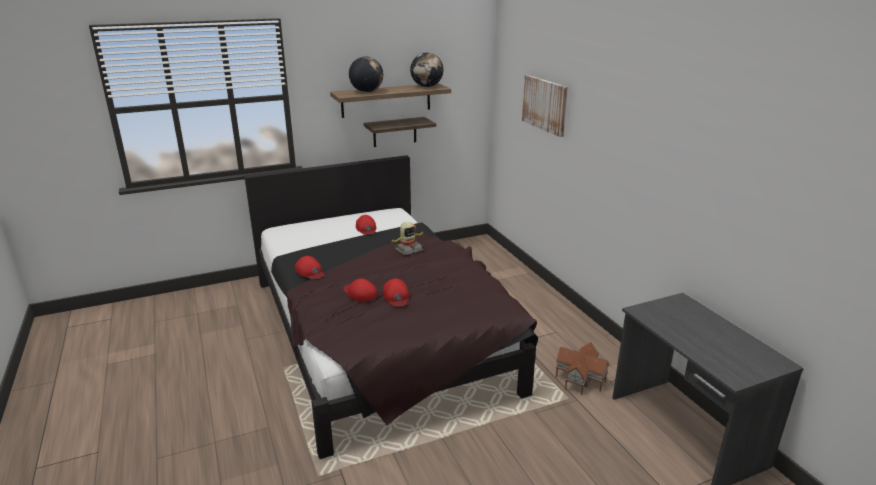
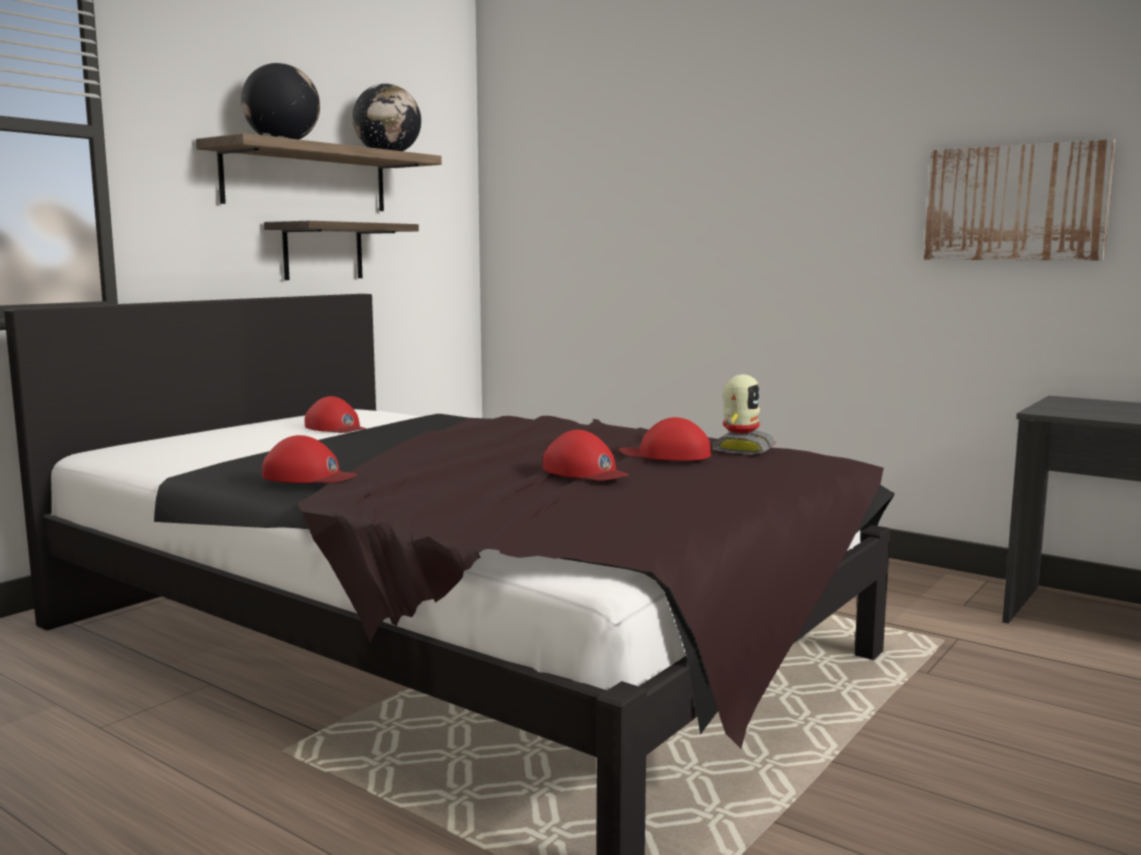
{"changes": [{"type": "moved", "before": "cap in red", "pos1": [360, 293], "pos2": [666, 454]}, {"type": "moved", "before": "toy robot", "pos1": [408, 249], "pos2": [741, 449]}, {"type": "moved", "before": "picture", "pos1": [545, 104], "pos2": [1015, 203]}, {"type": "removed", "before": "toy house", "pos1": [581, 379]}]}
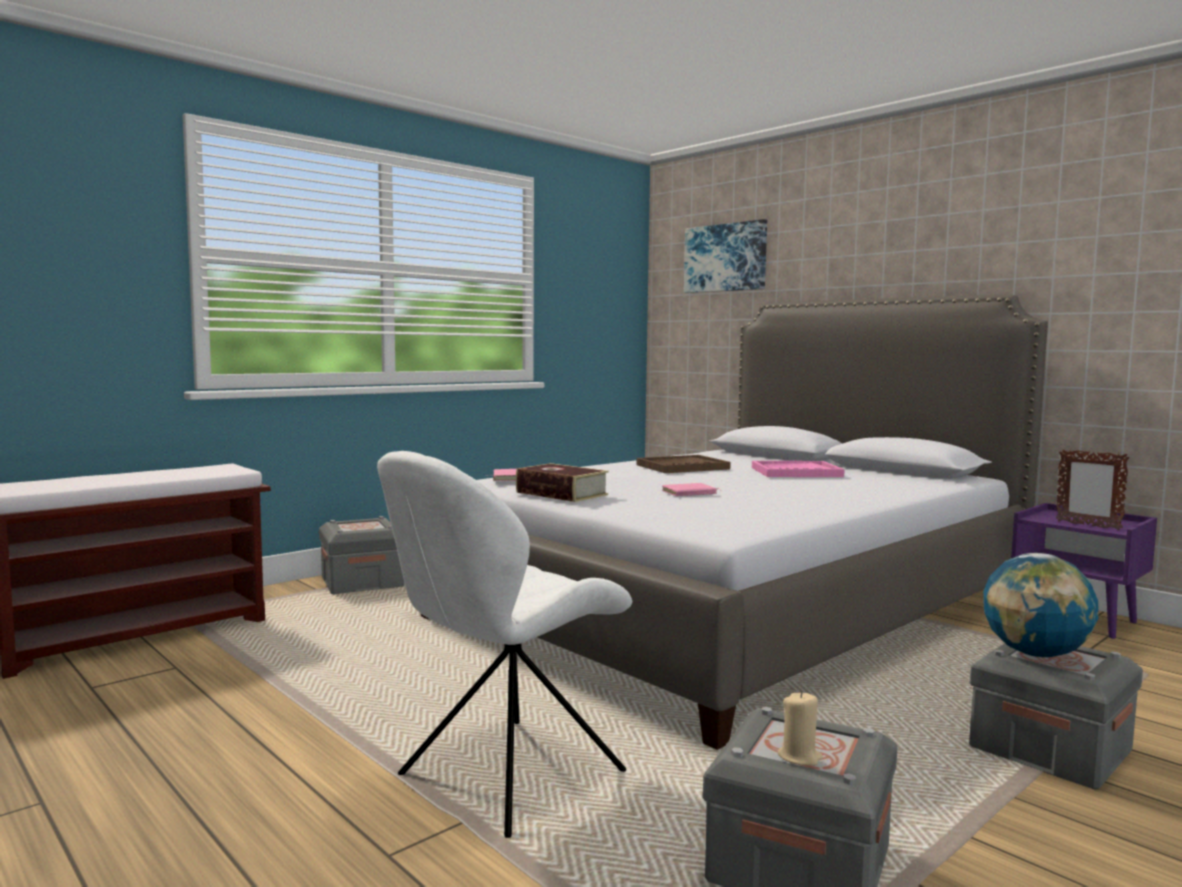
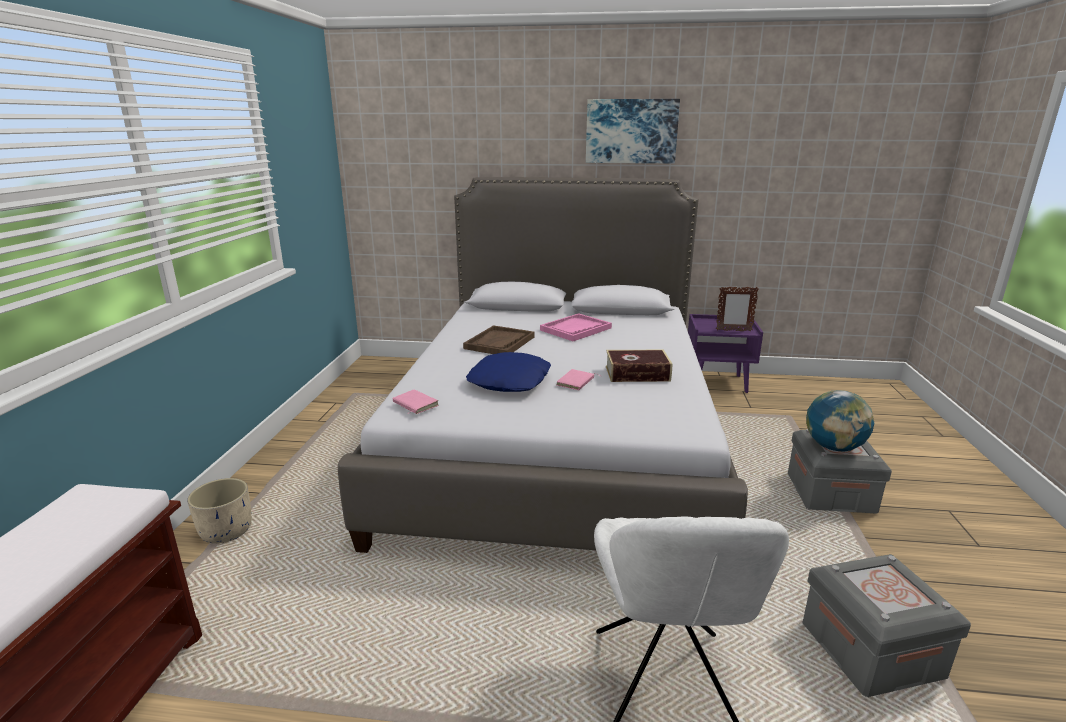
{"changes": [{"type": "replaced", "before": "storage box in grey", "after": "planter in beige", "pos1": [362, 582], "pos2": [227, 531]}, {"type": "moved", "before": "book", "pos1": [561, 493], "pos2": [637, 374]}, {"type": "moved", "before": "picture", "pos1": [725, 258], "pos2": [631, 131]}, {"type": "removed", "before": "candle in beige", "pos1": [799, 757]}, {"type": "added", "after": "pillow in blue", "pos2": [510, 381]}]}
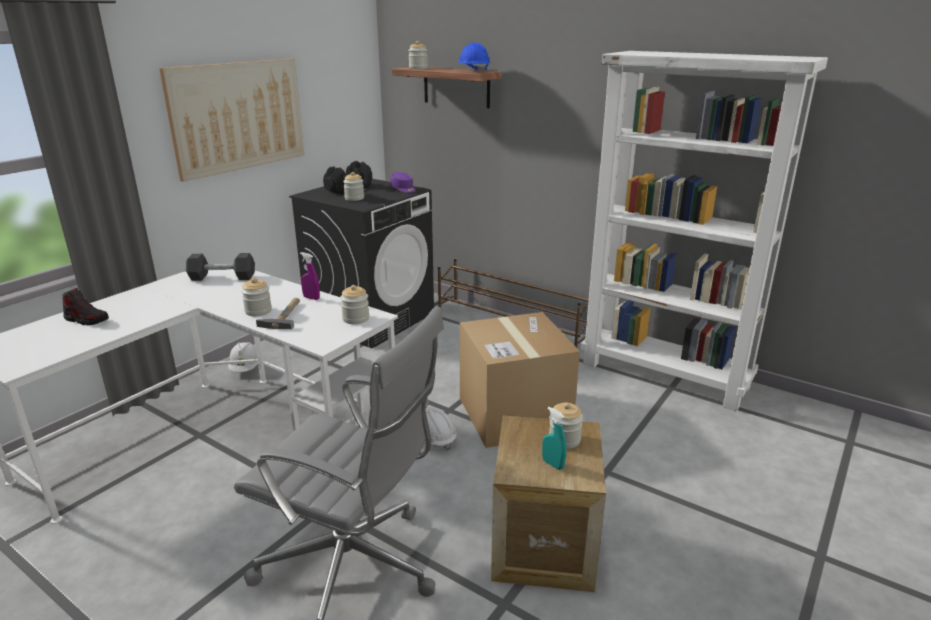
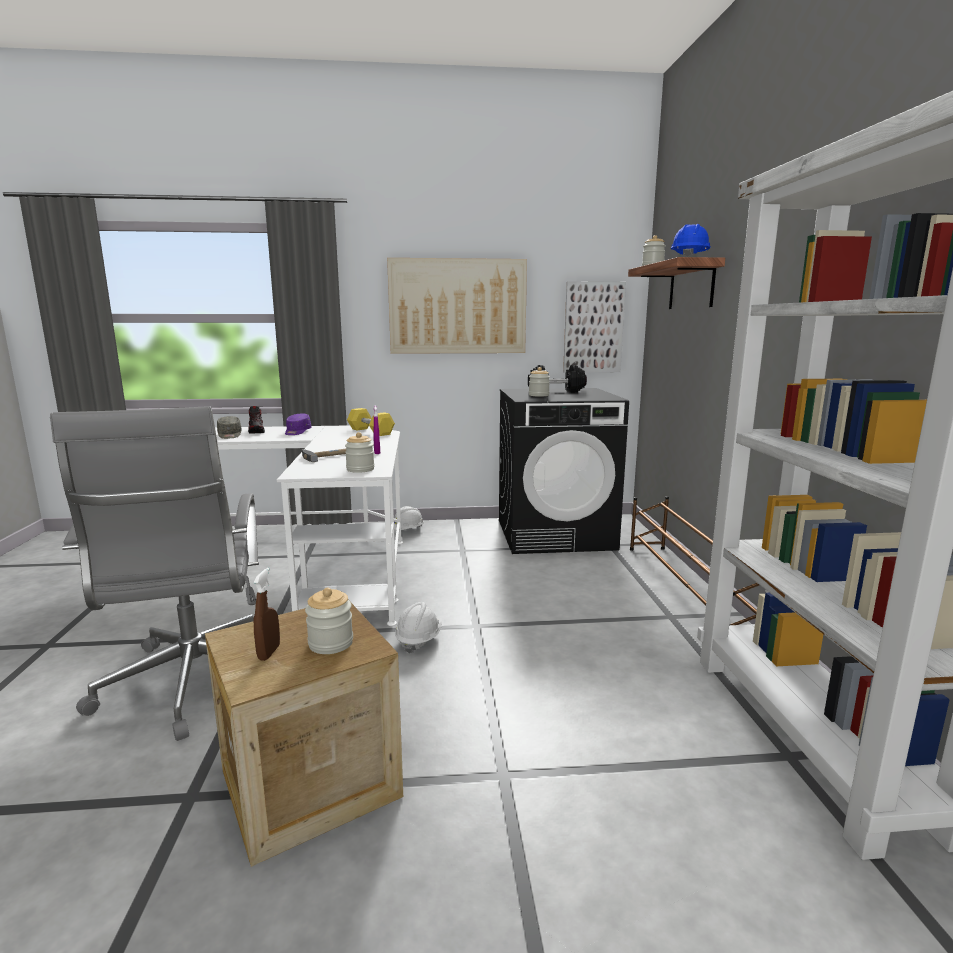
{"changes": [{"type": "recoloured", "before": "dumbbell in grey", "after": "dumbbell in yellow", "pos1": [222, 277], "pos2": [370, 431]}, {"type": "removed", "before": "jar", "pos1": [258, 311]}, {"type": "moved", "before": "cap in purple", "pos1": [403, 189], "pos2": [297, 432]}, {"type": "removed", "before": "cardboard box", "pos1": [514, 414]}, {"type": "recoloured", "before": "spray bottle in turquoise", "after": "spray bottle in brown", "pos1": [553, 464], "pos2": [269, 652]}, {"type": "added", "after": "cap in grey", "pos2": [229, 435]}, {"type": "added", "after": "picture", "pos2": [593, 327]}]}
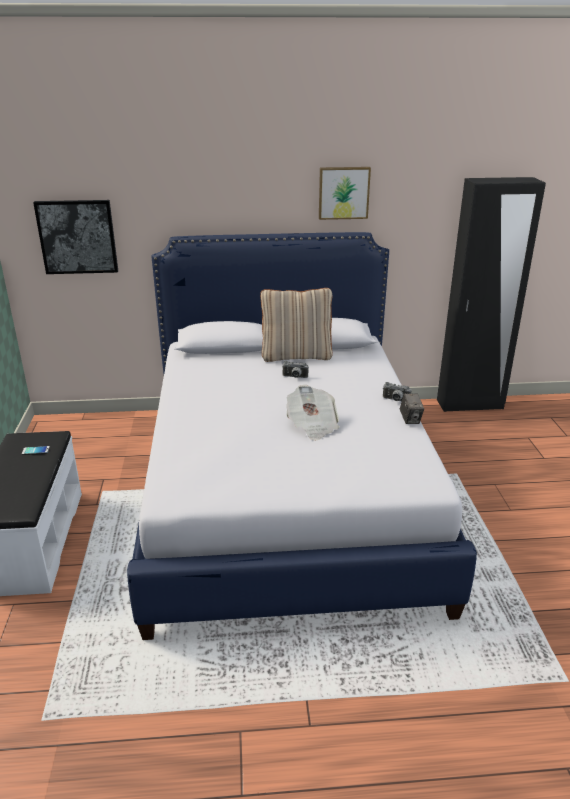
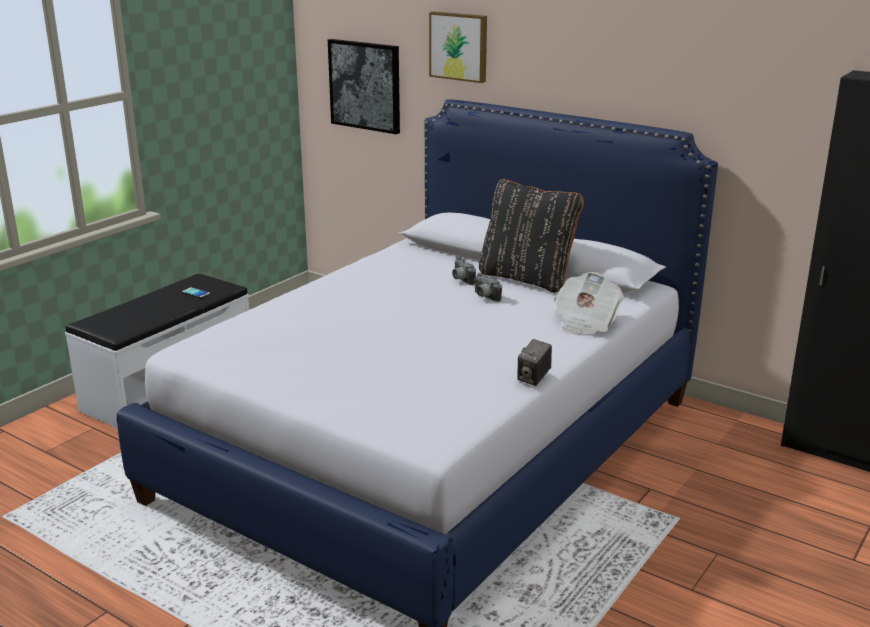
{"changes": [{"type": "recoloured", "before": "pillow in beige", "after": "pillow in black", "pos1": [296, 356], "pos2": [527, 278]}, {"type": "moved", "before": "newspaper", "pos1": [312, 425], "pos2": [585, 322]}, {"type": "moved", "before": "picture", "pos1": [343, 192], "pos2": [459, 46]}, {"type": "moved", "before": "photo camera", "pos1": [395, 400], "pos2": [461, 280]}]}
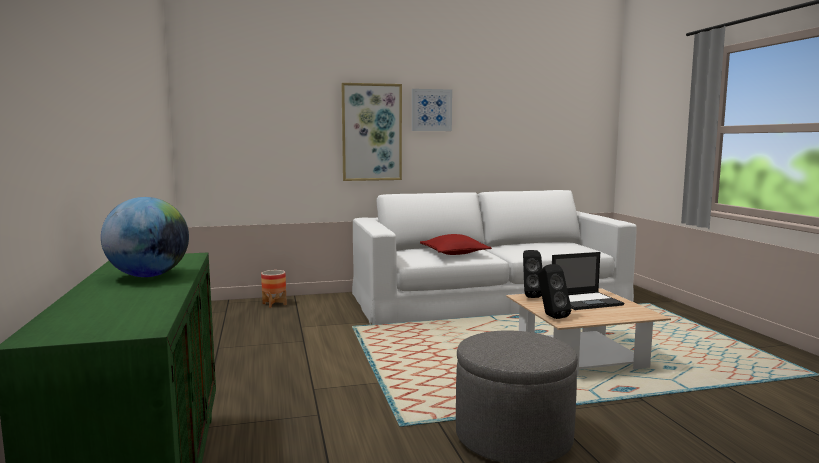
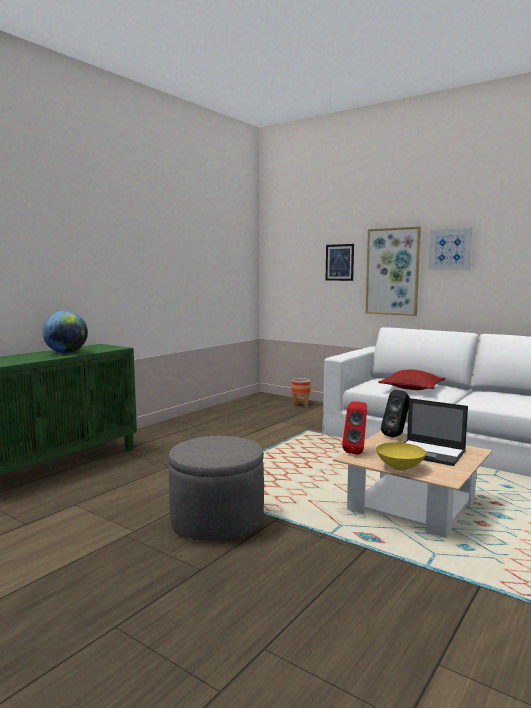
{"changes": [{"type": "recoloured", "before": "speaker in black", "after": "speaker in red", "pos1": [551, 316], "pos2": [356, 451]}, {"type": "added", "after": "picture", "pos2": [339, 262]}, {"type": "added", "after": "bowl in yellow", "pos2": [400, 467]}]}
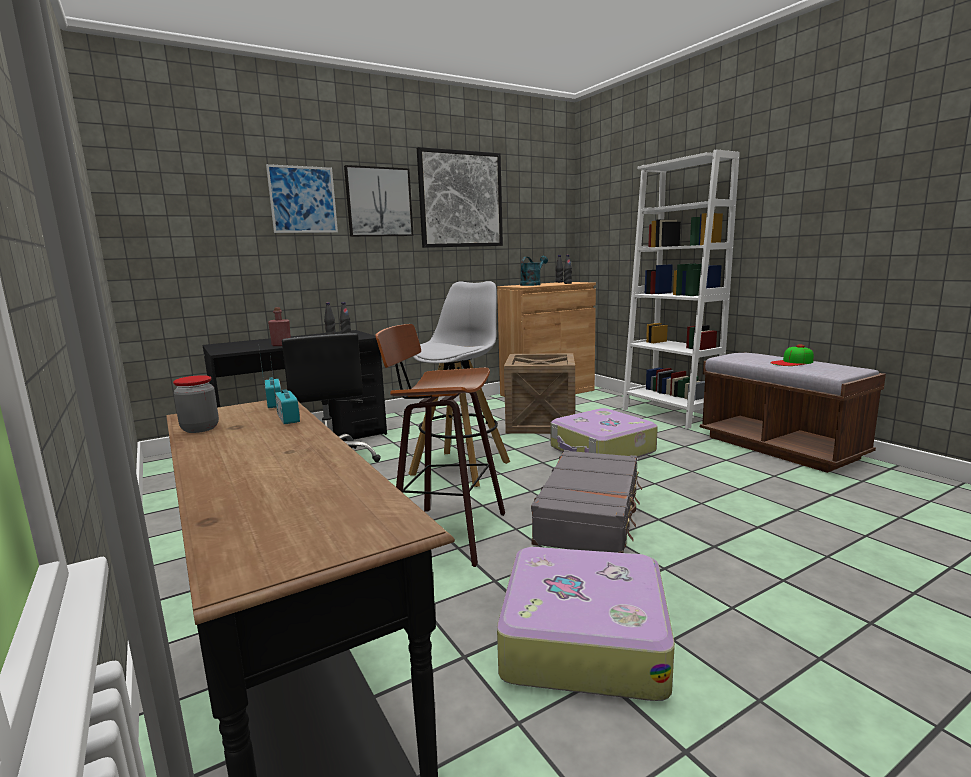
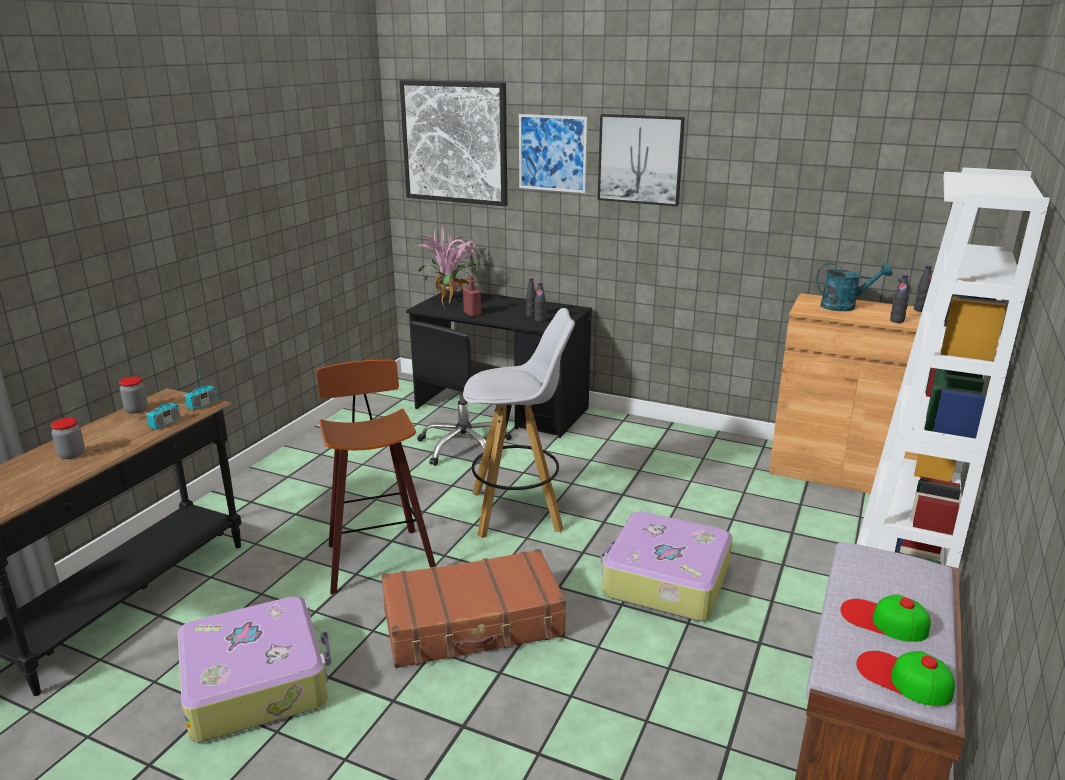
{"changes": [{"type": "moved", "before": "picture", "pos1": [461, 199], "pos2": [455, 142]}, {"type": "removed", "before": "crate", "pos1": [540, 423]}, {"type": "recoloured", "before": "suitcase in grey", "after": "suitcase in brown", "pos1": [590, 515], "pos2": [473, 624]}, {"type": "added", "after": "jar", "pos2": [72, 454]}, {"type": "added", "after": "potted plant", "pos2": [452, 300]}, {"type": "added", "after": "cap", "pos2": [903, 678]}]}
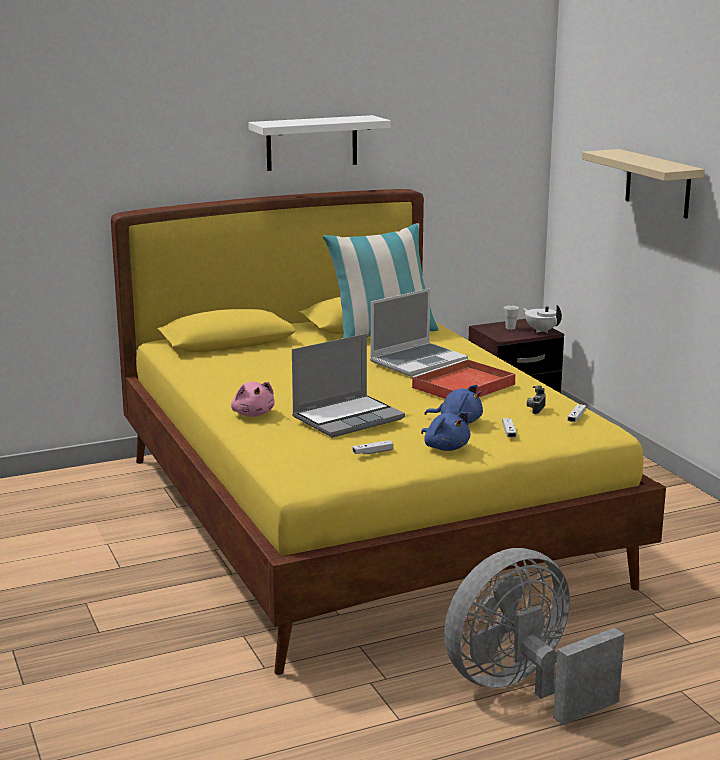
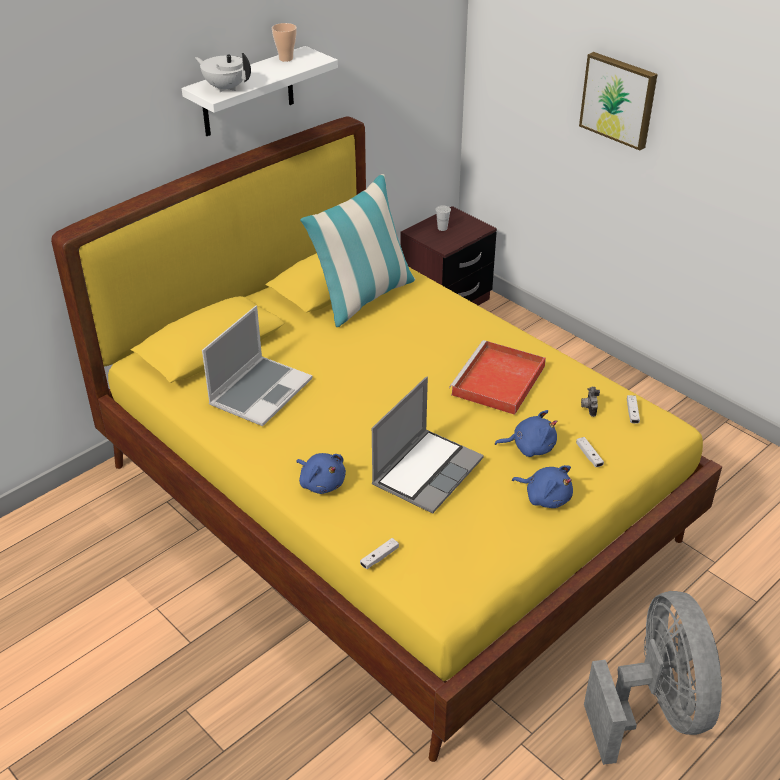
{"changes": [{"type": "recoloured", "before": "plush toy in pink", "after": "plush toy in blue", "pos1": [253, 414], "pos2": [321, 483]}, {"type": "moved", "before": "game controller in white", "pos1": [373, 452], "pos2": [379, 557]}, {"type": "moved", "before": "laptop", "pos1": [418, 361], "pos2": [260, 391]}, {"type": "turned", "before": "fan in grey", "pos1": [522, 688], "pos2": [654, 709], "turn": 135}, {"type": "moved", "before": "teapot in white", "pos1": [541, 330], "pos2": [226, 88]}, {"type": "replaced", "before": "shelf in beige", "after": "picture", "pos1": [658, 183], "pos2": [619, 99]}, {"type": "added", "after": "cup", "pos2": [286, 58]}]}
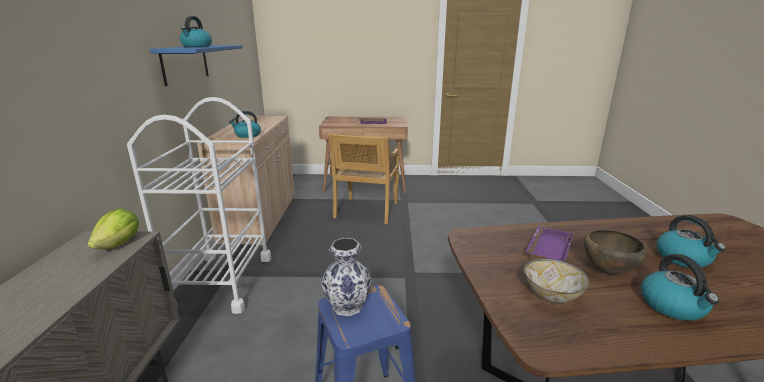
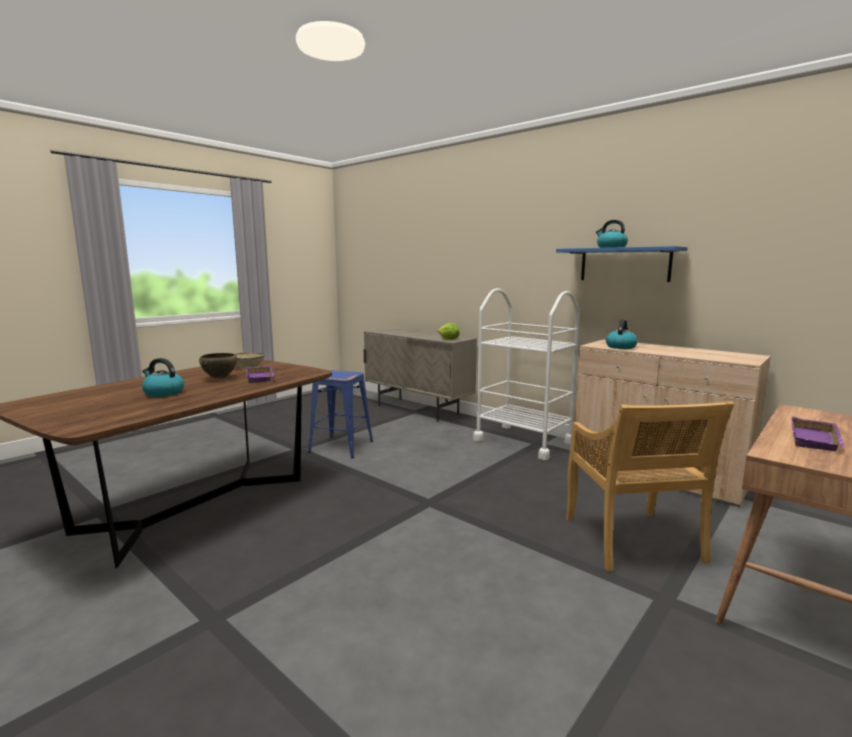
{"changes": [{"type": "removed", "before": "vase", "pos1": [346, 306]}, {"type": "turned", "before": "chair in beige", "pos1": [366, 211], "pos2": [633, 541], "turn": -150}, {"type": "removed", "before": "kettle", "pos1": [673, 306]}]}
